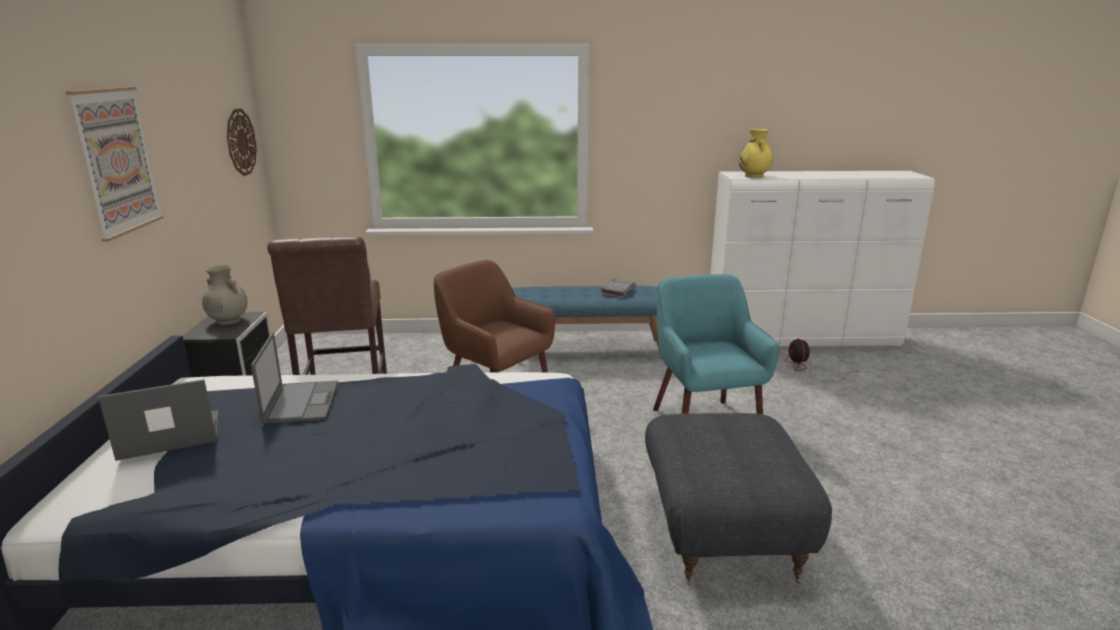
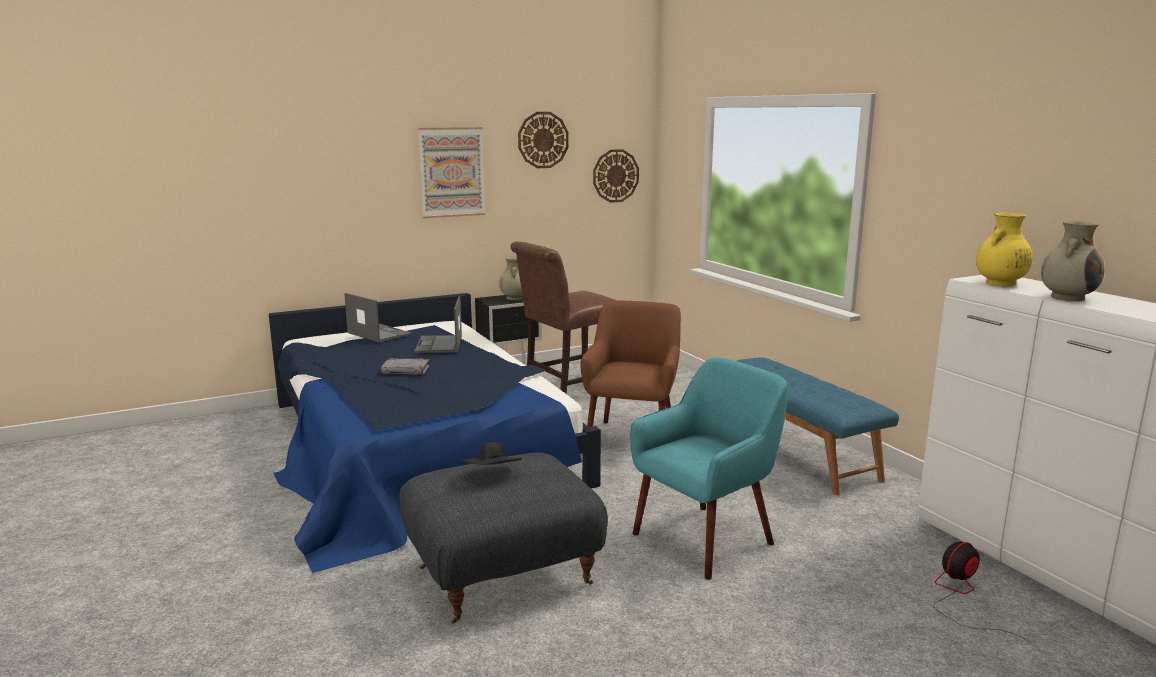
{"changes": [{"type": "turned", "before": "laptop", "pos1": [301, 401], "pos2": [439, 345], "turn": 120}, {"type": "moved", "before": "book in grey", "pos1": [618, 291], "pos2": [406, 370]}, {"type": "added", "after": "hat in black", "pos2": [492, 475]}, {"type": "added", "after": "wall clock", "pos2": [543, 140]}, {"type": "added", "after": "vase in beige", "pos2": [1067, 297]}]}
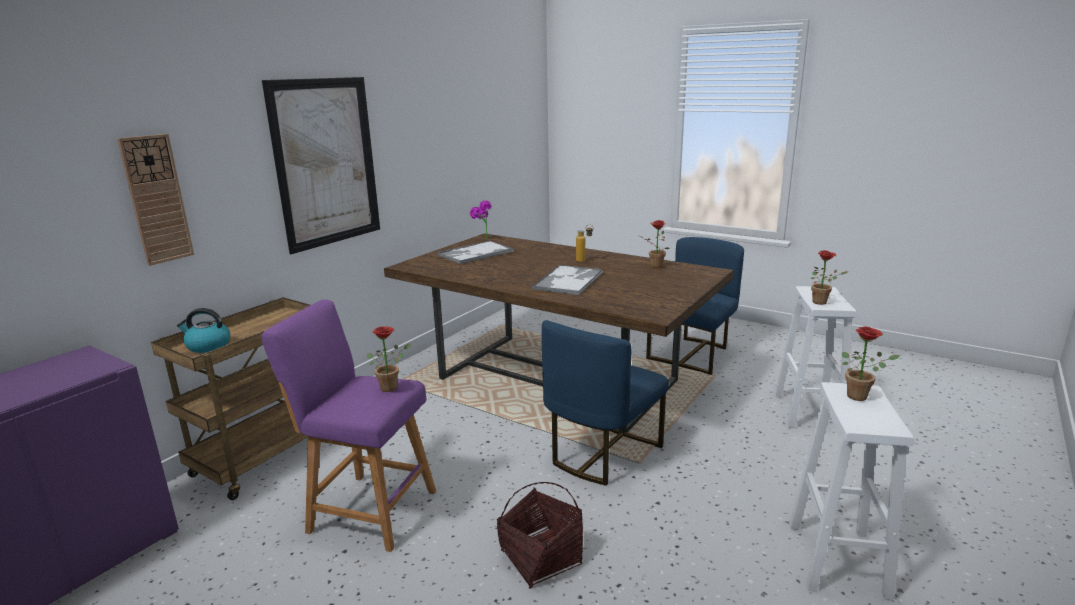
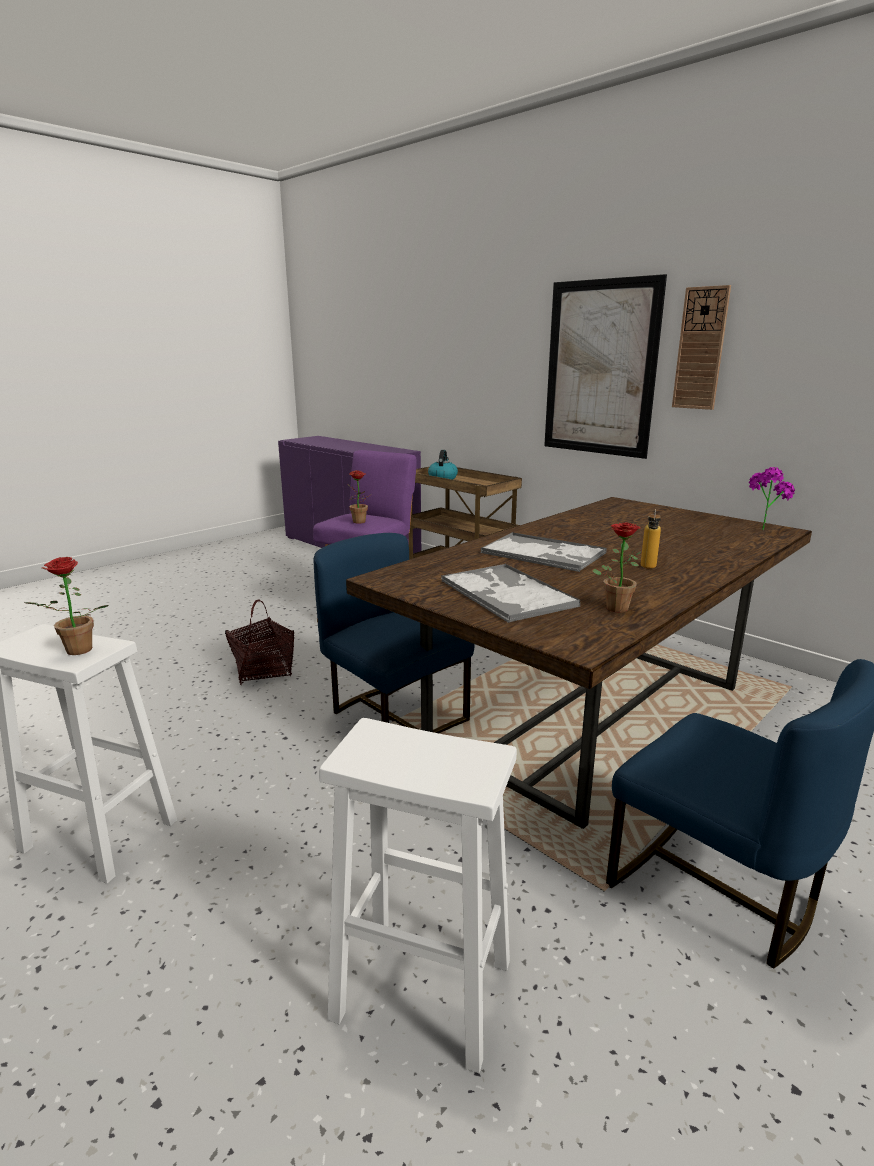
{"changes": [{"type": "moved", "before": "wall clock", "pos1": [156, 199], "pos2": [700, 349]}, {"type": "moved", "before": "tray", "pos1": [475, 253], "pos2": [506, 593]}, {"type": "removed", "before": "potted plant", "pos1": [822, 302]}]}
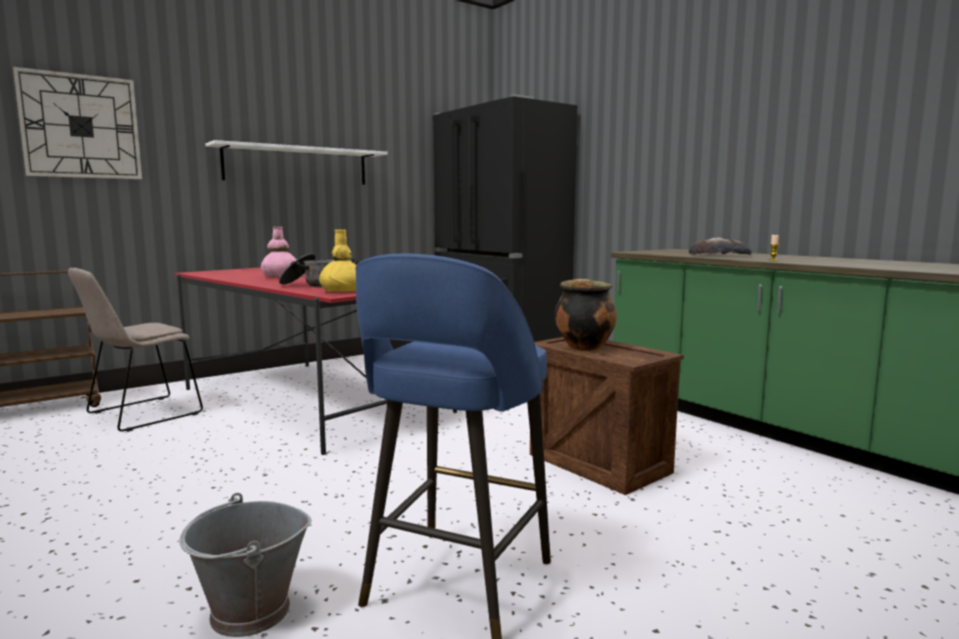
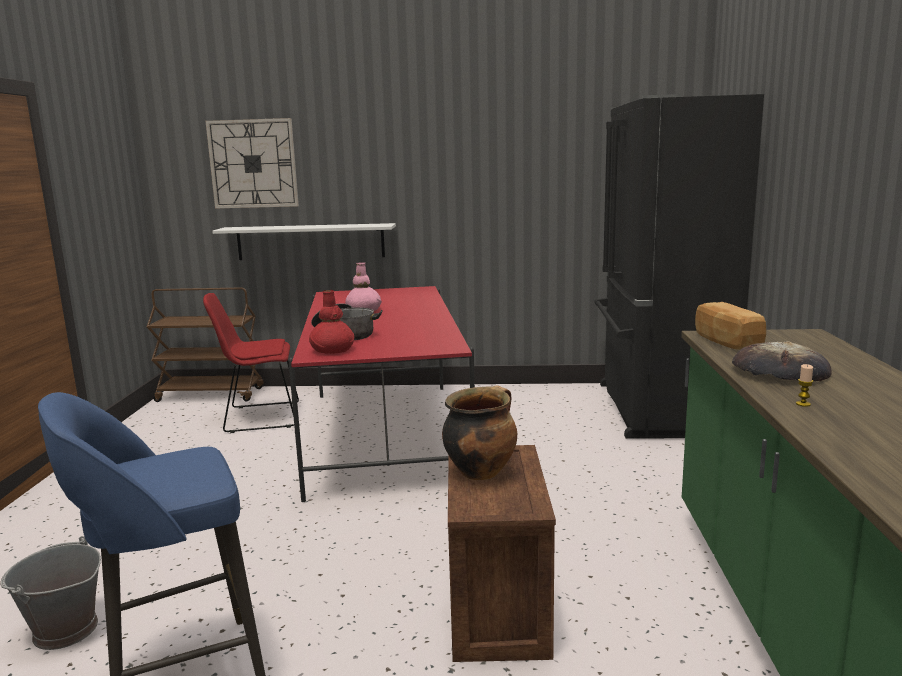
{"changes": [{"type": "recoloured", "before": "chair in beige", "after": "chair in red", "pos1": [140, 415], "pos2": [259, 417]}, {"type": "moved", "before": "shelf in white", "pos1": [297, 165], "pos2": [310, 241]}, {"type": "recoloured", "before": "vase in yellow", "after": "vase in red", "pos1": [342, 291], "pos2": [332, 350]}, {"type": "added", "after": "bread", "pos2": [726, 342]}]}
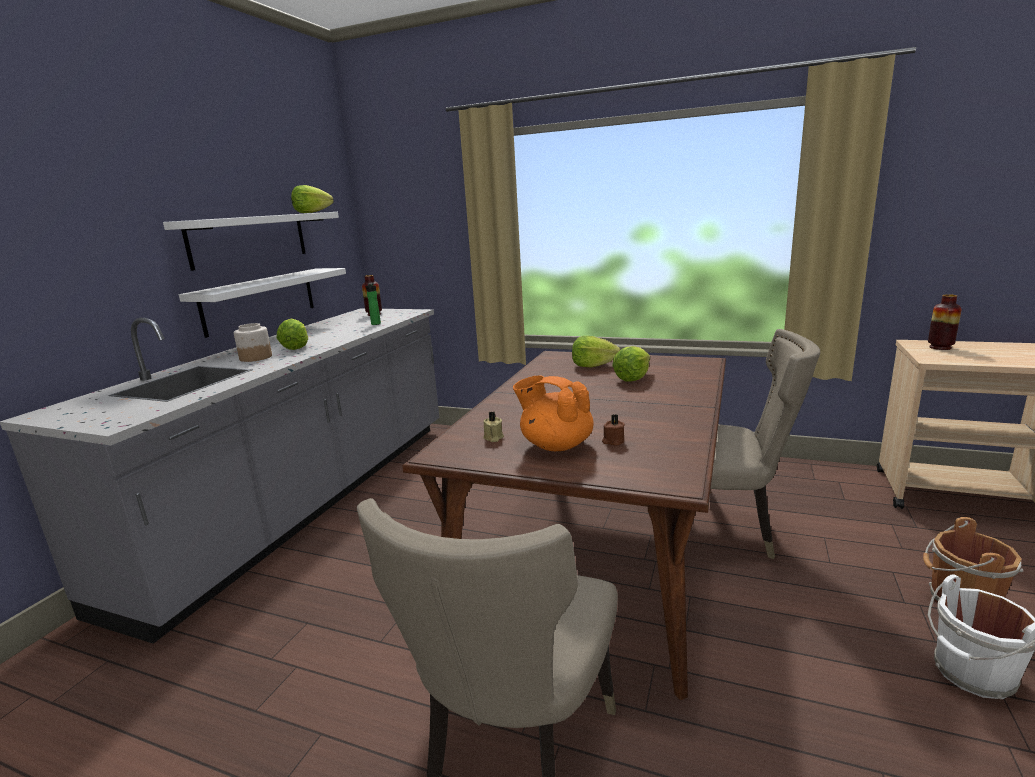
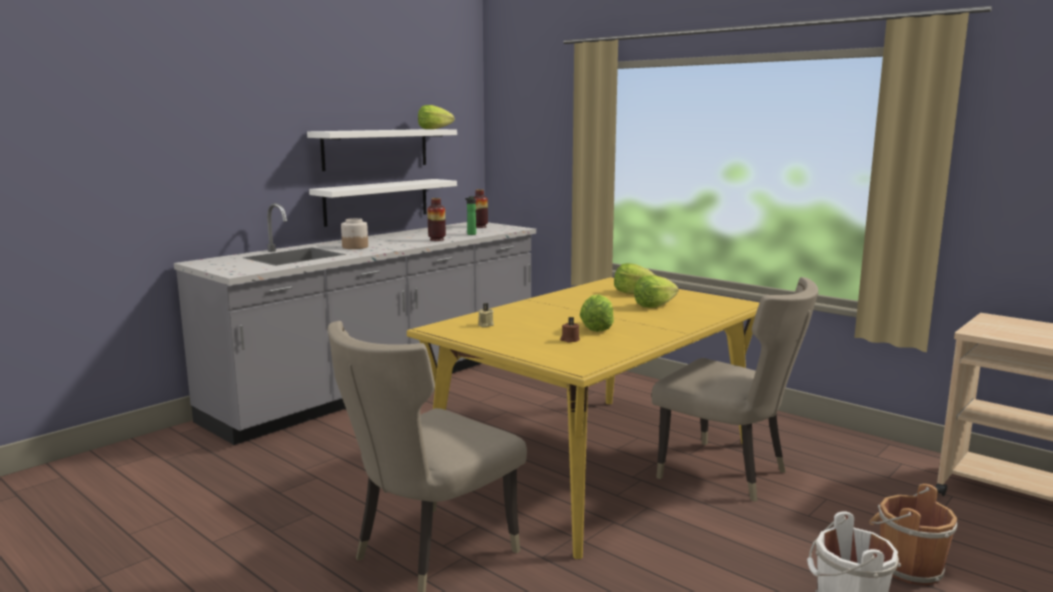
{"changes": [{"type": "moved", "before": "lettuce", "pos1": [296, 347], "pos2": [597, 328]}, {"type": "recoloured", "before": "dining table in brown", "after": "dining table in yellow", "pos1": [598, 551], "pos2": [596, 463]}, {"type": "removed", "before": "teapot in orange", "pos1": [555, 445]}, {"type": "moved", "before": "vase", "pos1": [940, 347], "pos2": [437, 240]}]}
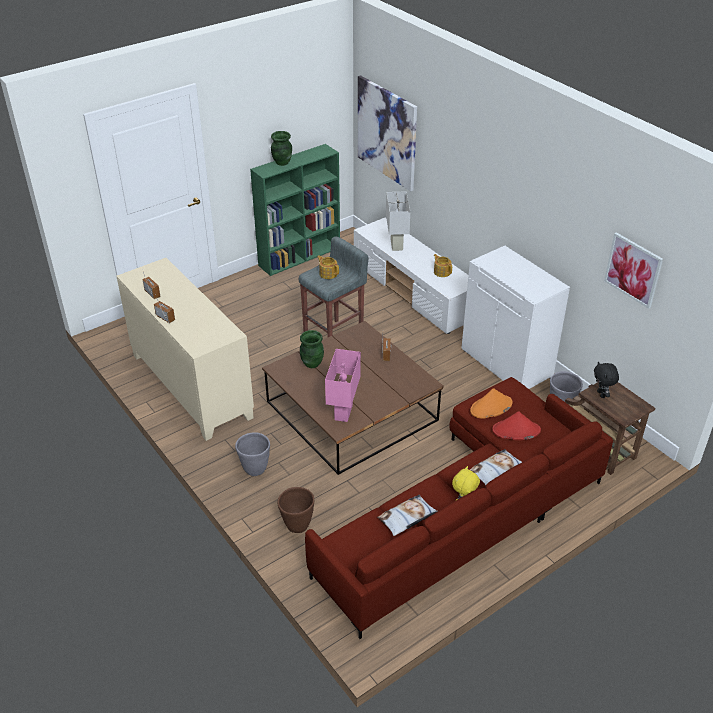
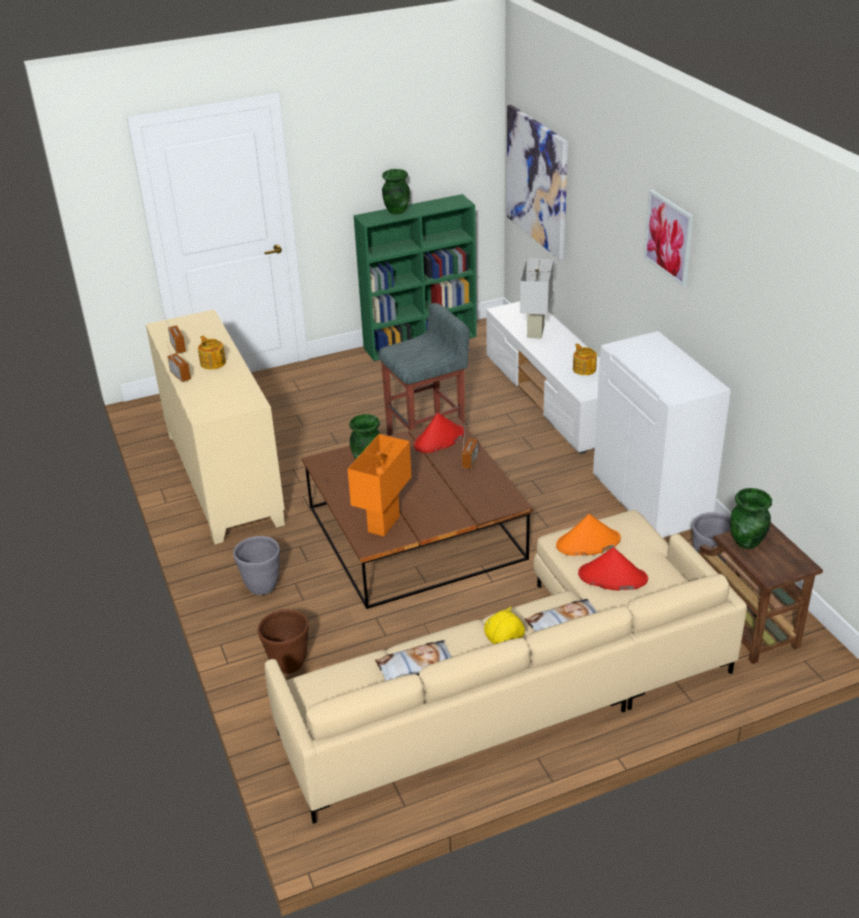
{"changes": [{"type": "recoloured", "before": "sofa in red", "after": "sofa in beige", "pos1": [466, 511], "pos2": [524, 682]}, {"type": "moved", "before": "teapot", "pos1": [328, 273], "pos2": [213, 362]}, {"type": "recoloured", "before": "table lamp in pink", "after": "table lamp in orange", "pos1": [343, 412], "pos2": [384, 524]}, {"type": "replaced", "before": "plush toy in black", "after": "vase in green", "pos1": [601, 394], "pos2": [747, 542]}, {"type": "moved", "before": "picture", "pos1": [633, 270], "pos2": [669, 237]}, {"type": "added", "after": "hat in red", "pos2": [439, 439]}]}
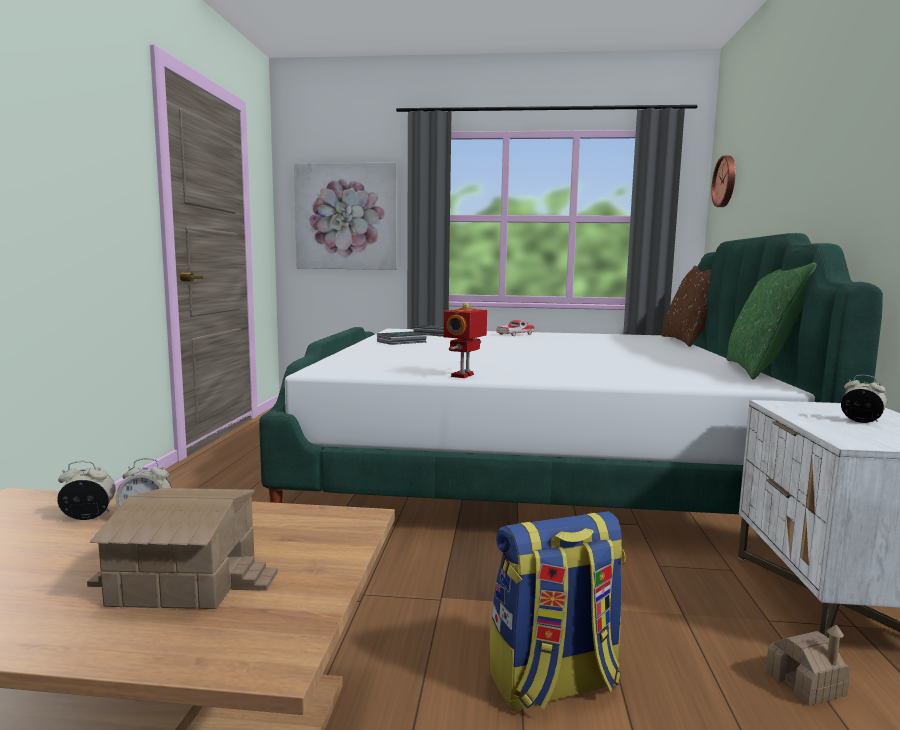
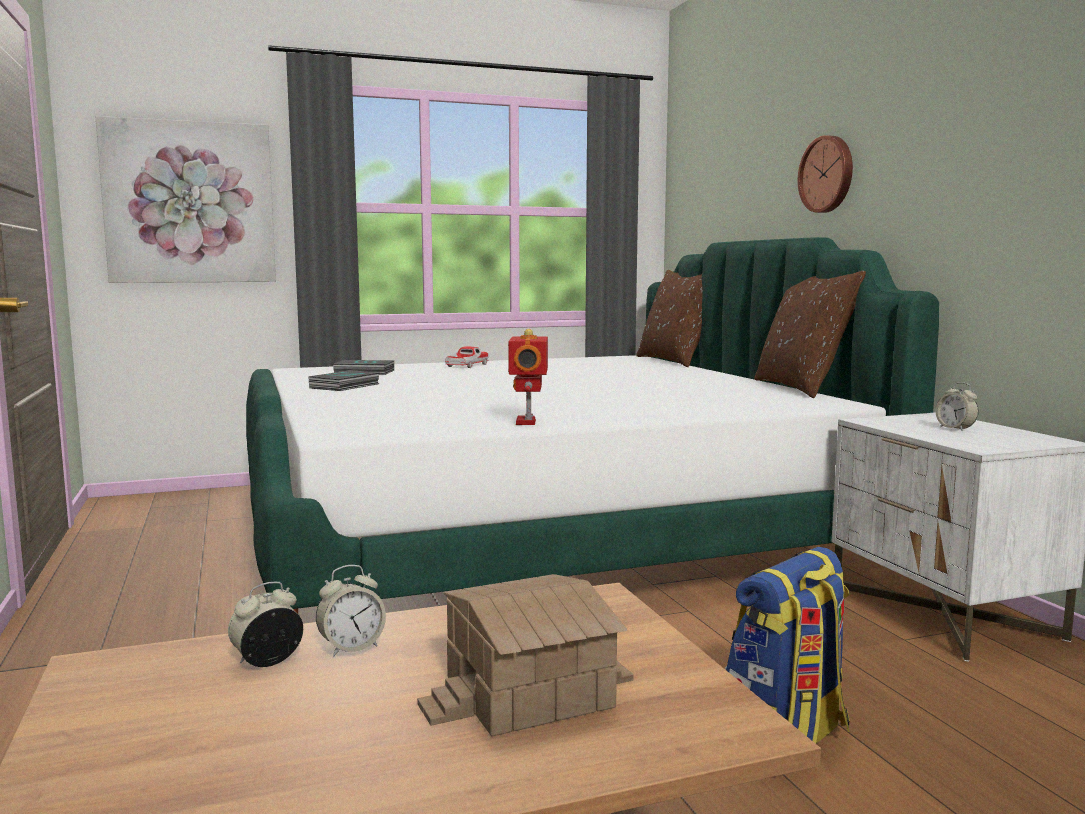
{"changes": [{"type": "moved", "before": "wall clock", "pos1": [726, 181], "pos2": [828, 174]}, {"type": "recoloured", "before": "pillow in green", "after": "pillow in brown", "pos1": [760, 371], "pos2": [802, 388]}, {"type": "removed", "before": "toy house", "pos1": [805, 684]}, {"type": "turned", "before": "alarm clock", "pos1": [861, 421], "pos2": [955, 429], "turn": -135}]}
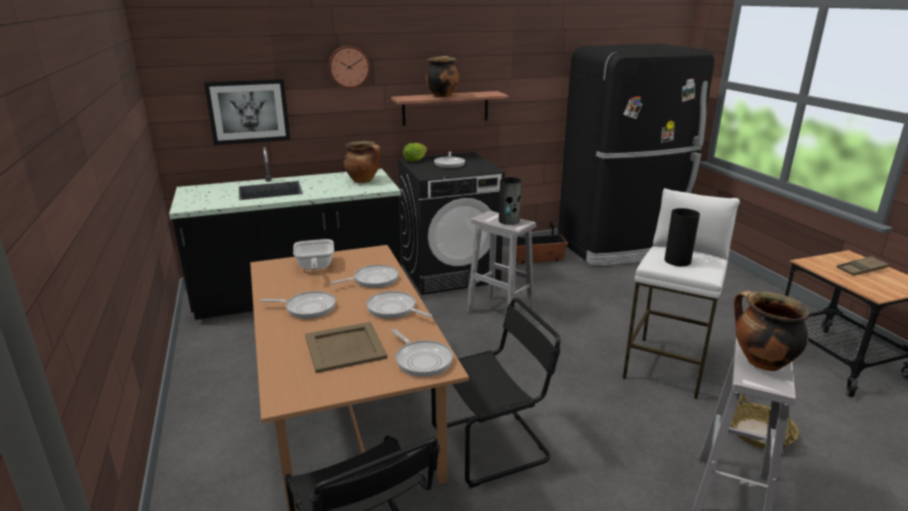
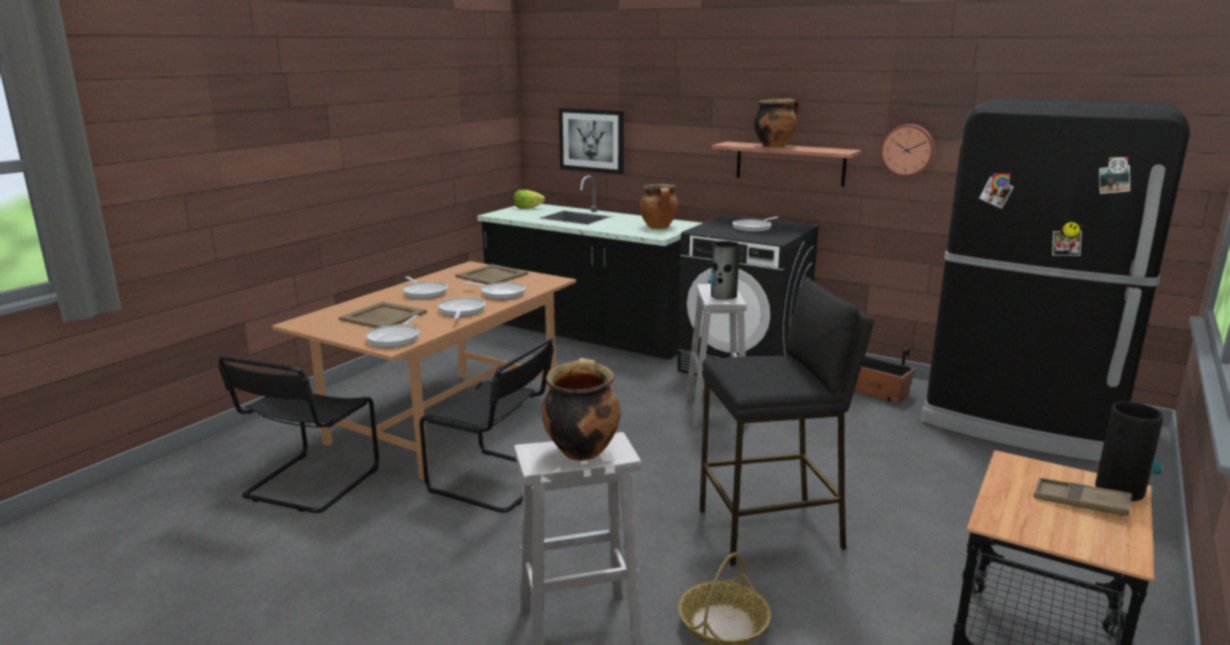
{"changes": [{"type": "replaced", "before": "frying pan", "after": "tray in beige", "pos1": [315, 268], "pos2": [491, 275]}, {"type": "moved", "before": "wall clock", "pos1": [348, 67], "pos2": [907, 150]}, {"type": "moved", "before": "lettuce", "pos1": [415, 160], "pos2": [527, 208]}, {"type": "recoloured", "before": "stool in white", "after": "stool in black", "pos1": [667, 366], "pos2": [771, 530]}, {"type": "moved", "before": "vase", "pos1": [677, 260], "pos2": [1120, 489]}]}
